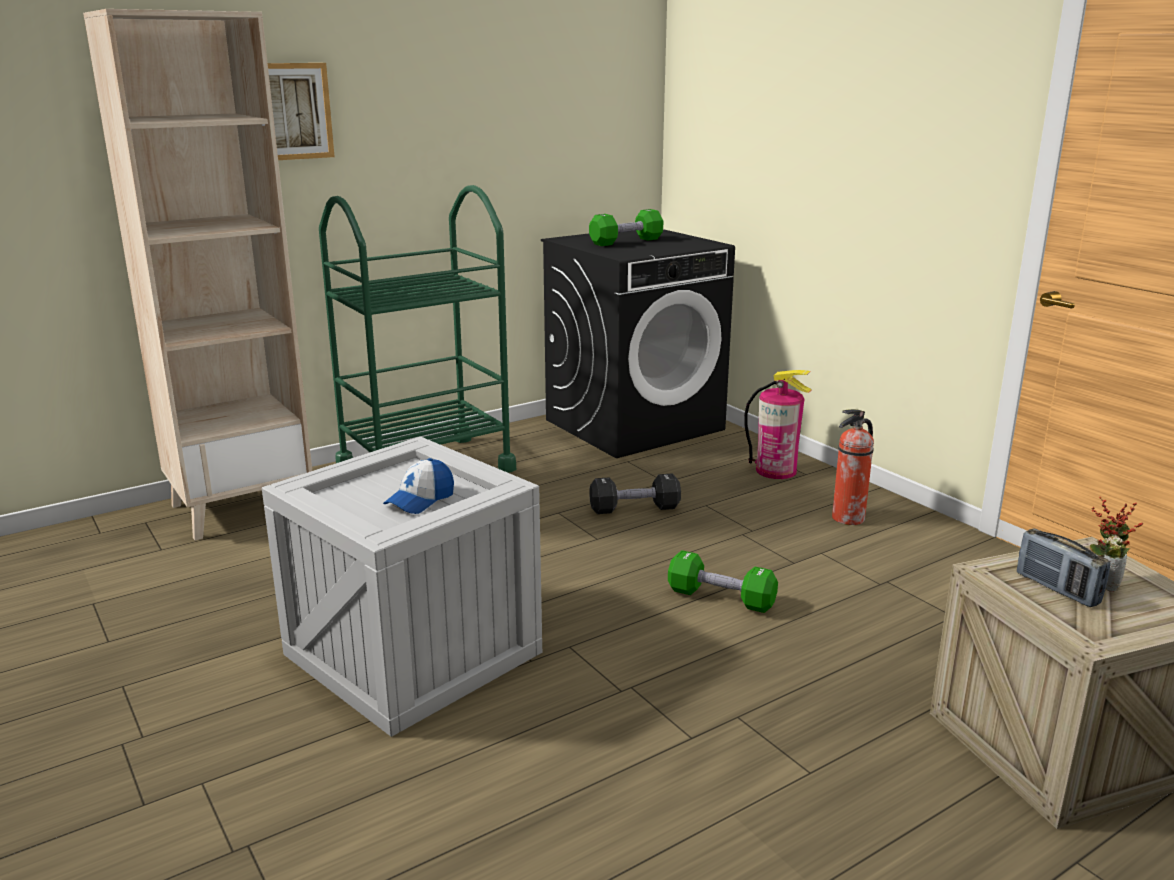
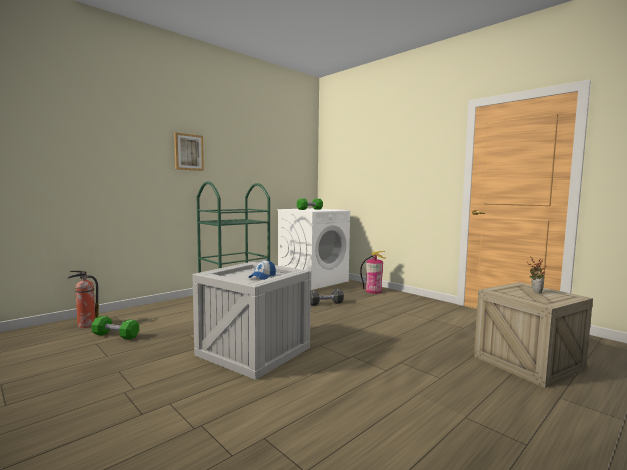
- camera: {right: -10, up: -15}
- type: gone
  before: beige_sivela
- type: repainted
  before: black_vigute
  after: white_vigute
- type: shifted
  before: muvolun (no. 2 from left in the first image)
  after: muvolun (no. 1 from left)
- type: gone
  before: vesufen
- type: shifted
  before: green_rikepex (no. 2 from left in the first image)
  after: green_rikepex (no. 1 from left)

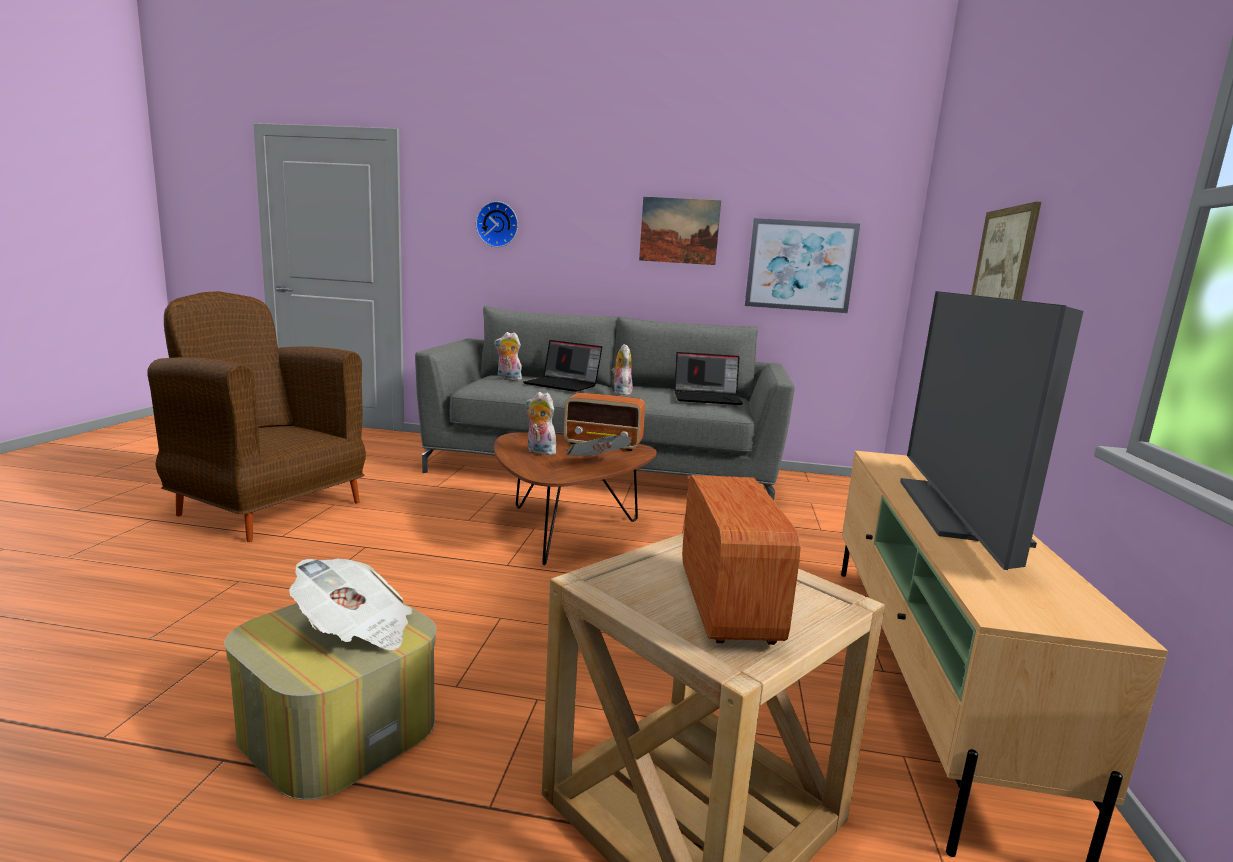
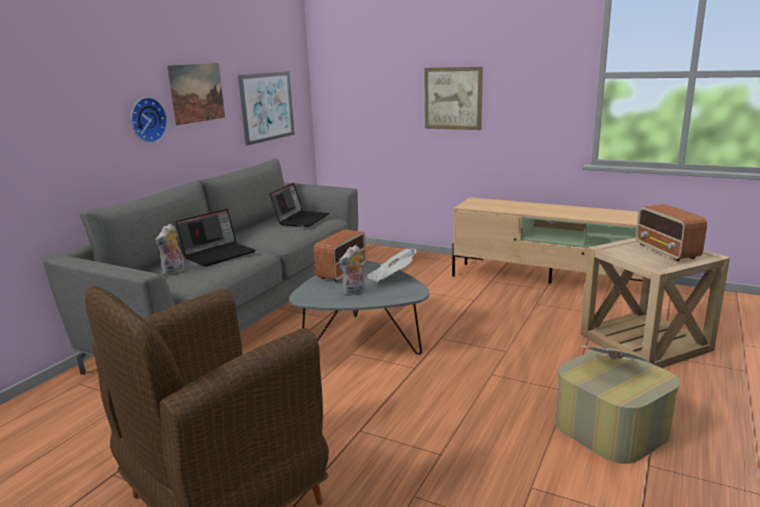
- camera: {right: -70, up: 5}
- type: shifted
  before: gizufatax
- type: gone
  before: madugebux
- type: gone
  before: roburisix (no. 3 from left)
- type: repainted
  before: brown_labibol
  after: grey_labibol
- type: rotated
  before: vesufen (no. 2 from left)
  turn: -120

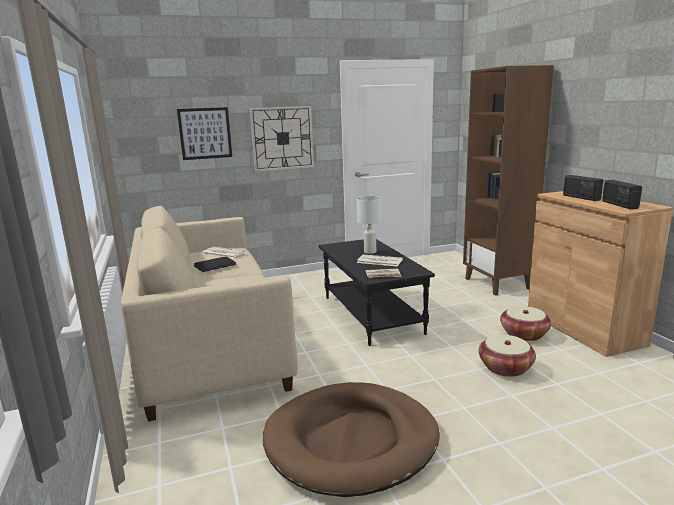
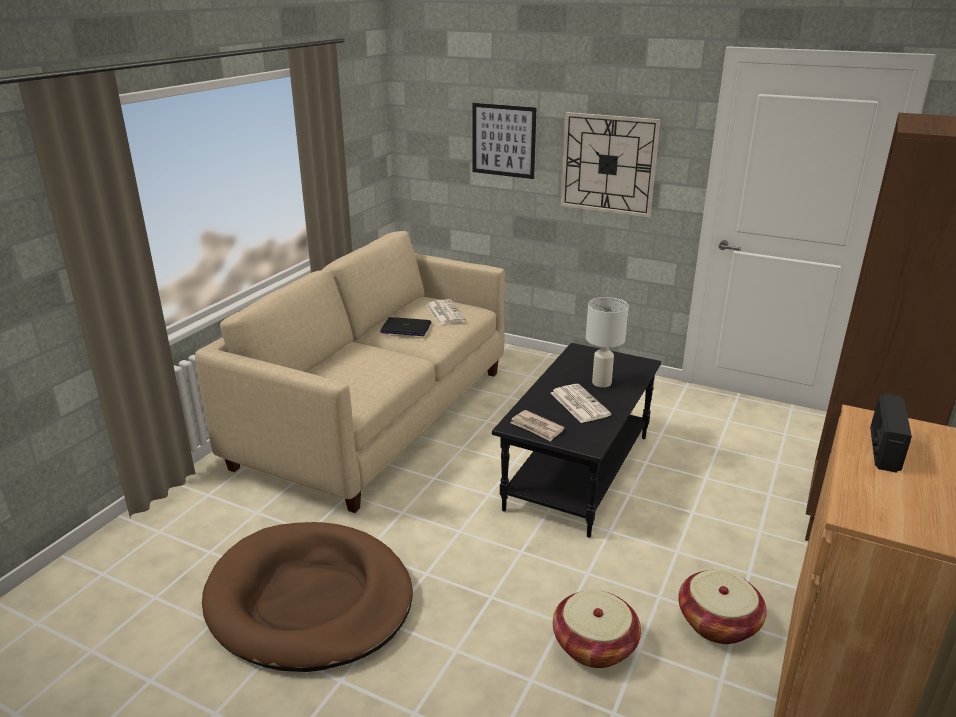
- camera: {right: 45, up: 10}
- type: gone
  before: vesufen (no. 2 from left)

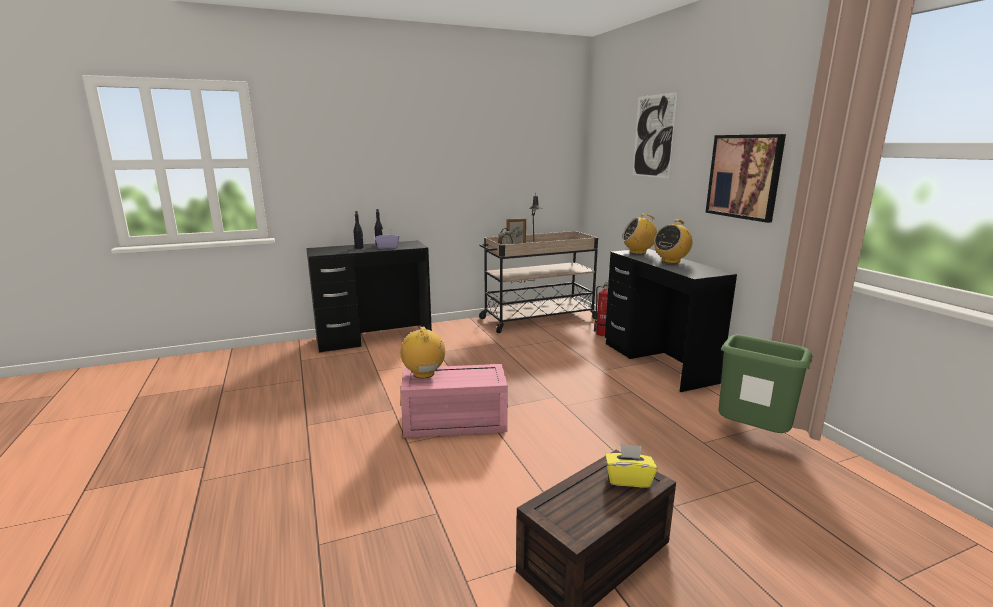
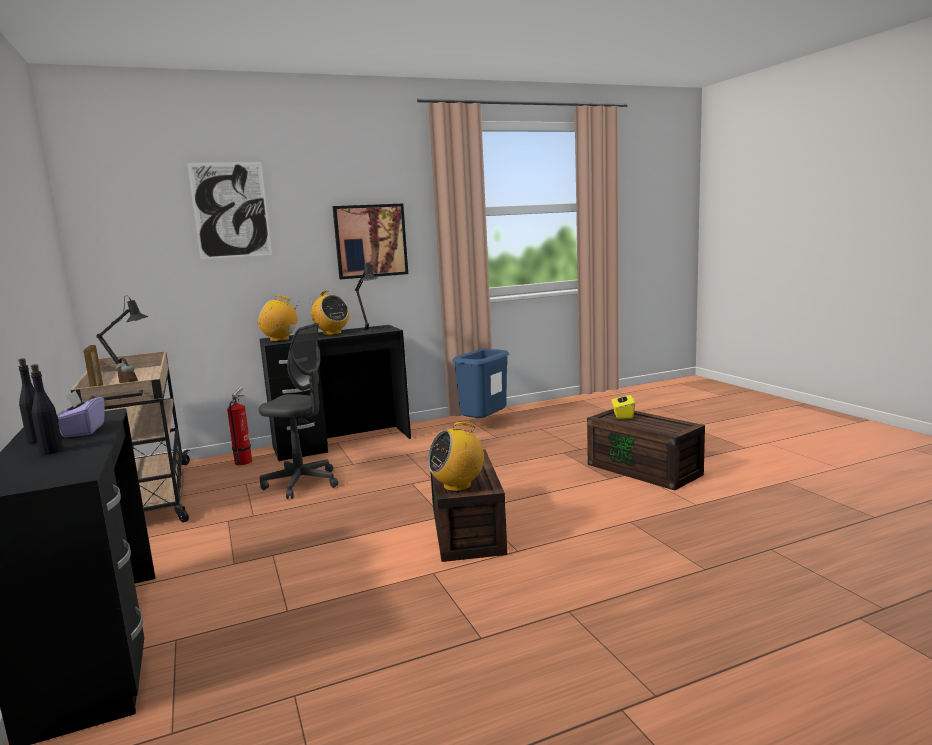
- camera: {right: -90, up: -5}
- type: rotated
  before: vesufen (no. 2 from left in the first image)
  turn: 105
- type: repainted
  before: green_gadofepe
  after: blue_gadofepe
- type: repainted
  before: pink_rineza
  after: brown_rineza (no. 1 from left)
- type: new
  after: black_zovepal (no. 2 from left)
- type: new
  after: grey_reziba

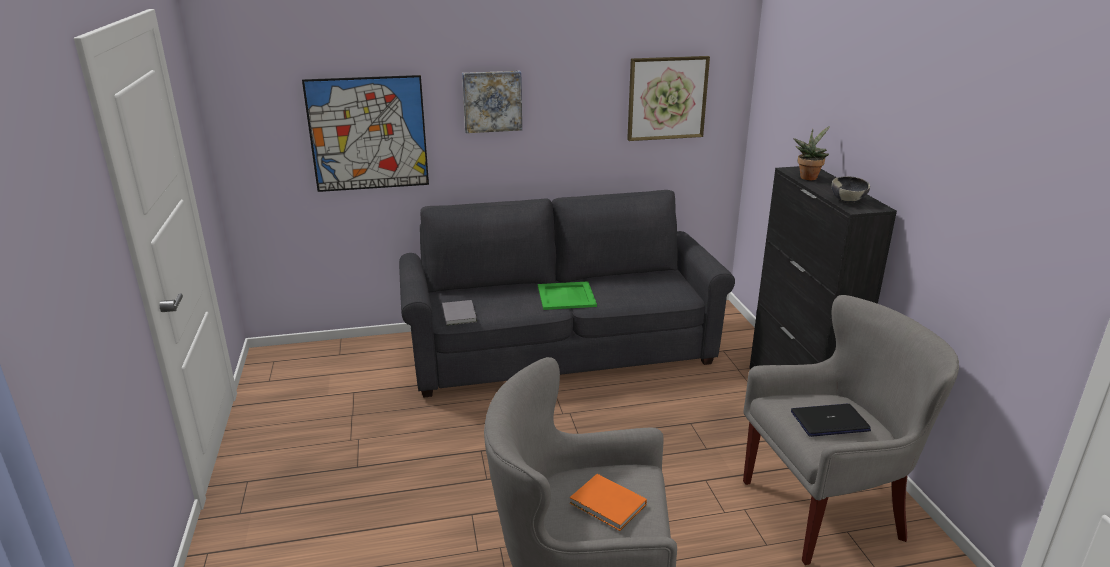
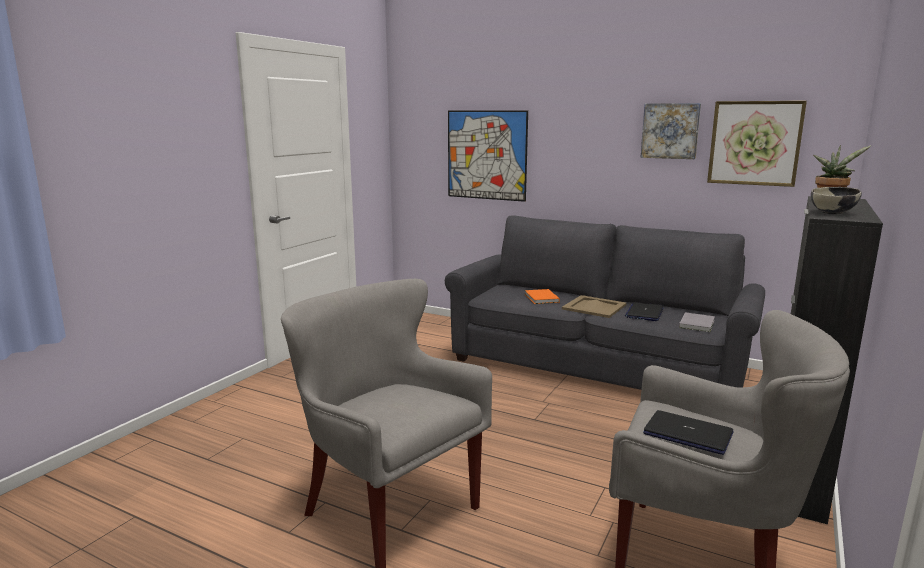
- camera: {right: 40, up: -10}
- type: shifted
  before: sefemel (no. 2 from left)
- type: repainted
  before: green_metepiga
  after: beige_metepiga
- type: shifted
  before: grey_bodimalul
- type: shifted
  before: orange_bodimalul
- type: new
  after: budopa (no. 1 from left)

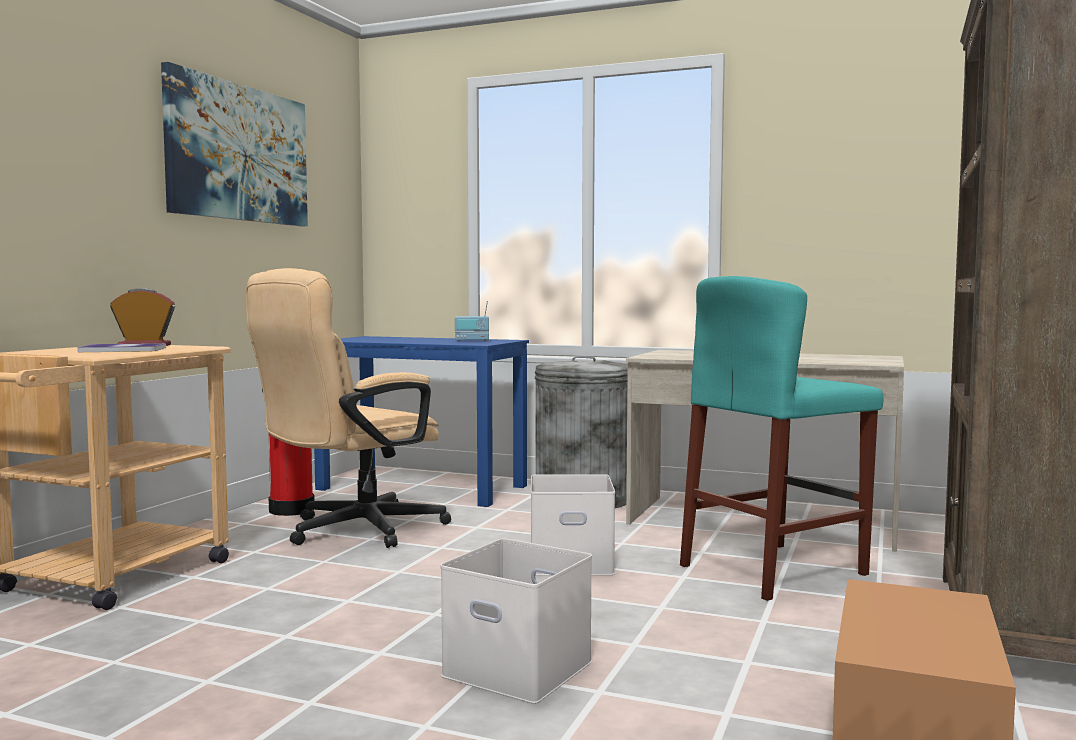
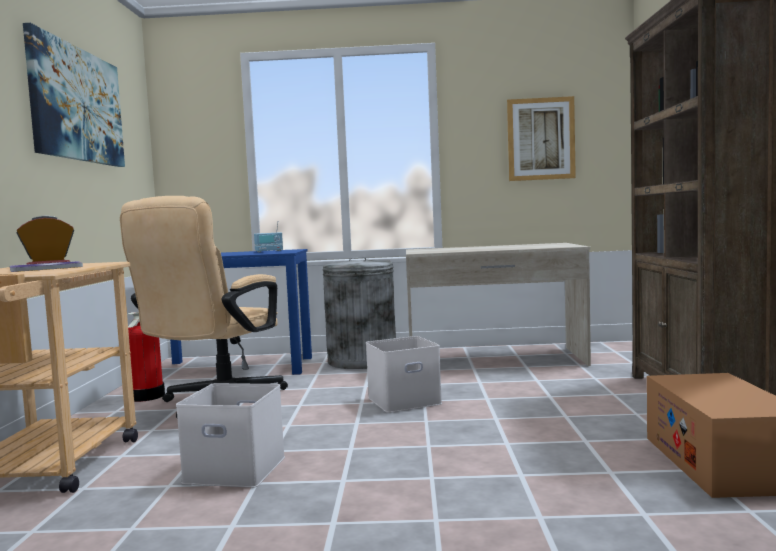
- camera: {right: -20, up: 0}
- type: gone
  before: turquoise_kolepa
- type: shifted
  before: white_rineza (no. 1 from left)
- type: new
  after: sefemel (no. 2 from left)

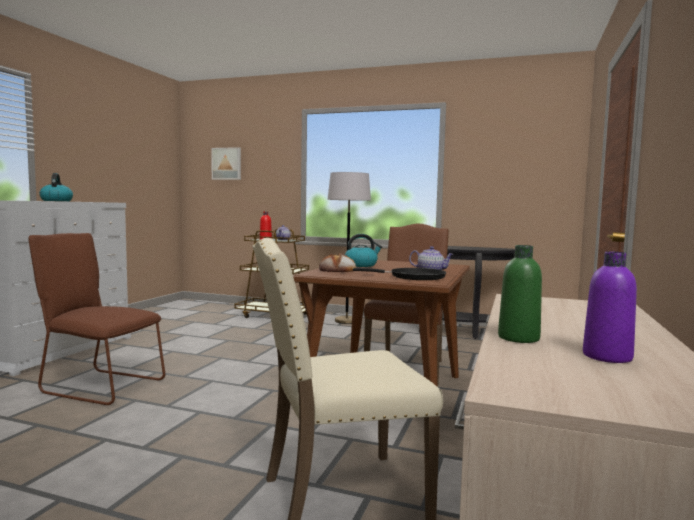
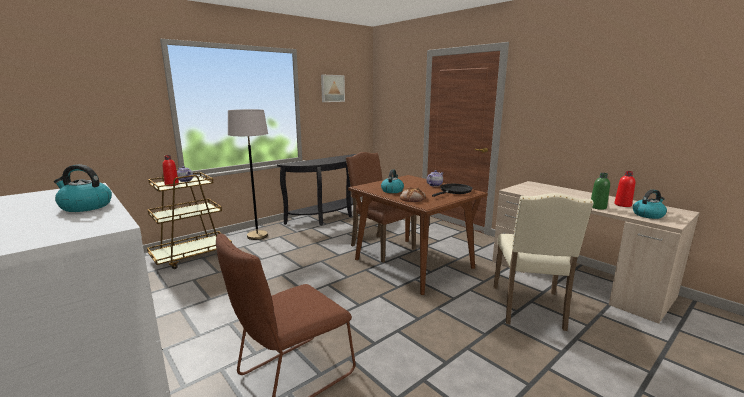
- camera: {right: -60, up: 10}
- type: shifted
  before: sefemel
- type: repainted
  before: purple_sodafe
  after: red_sodafe (no. 2 from left)
- type: new
  after: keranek (no. 3 from left)

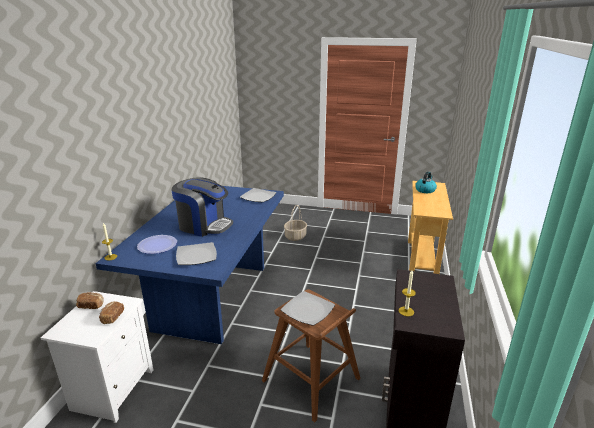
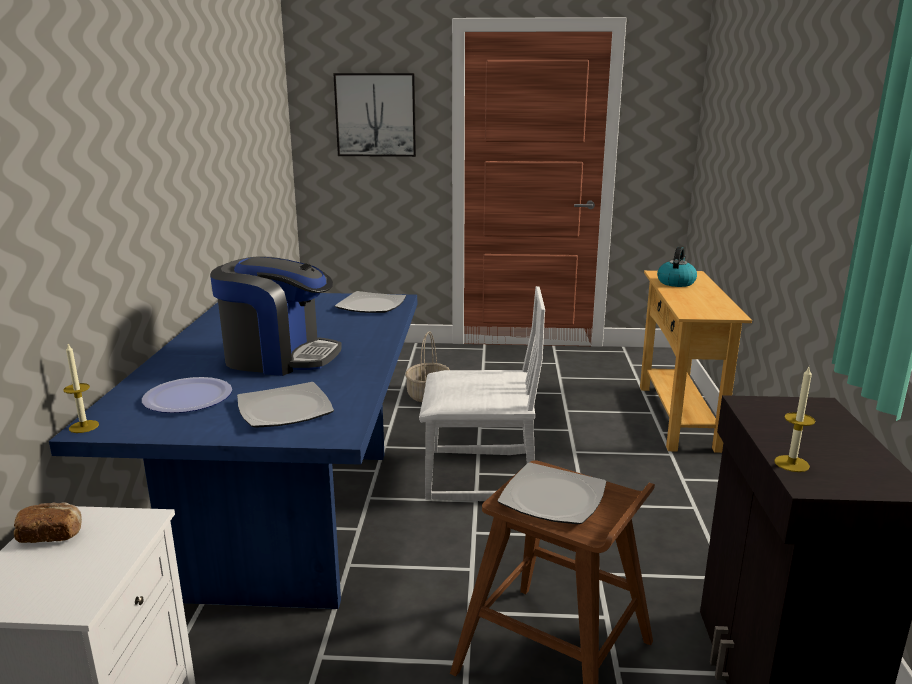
- camera: {right: -10, up: -5}
- type: gone
  before: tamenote (no. 2 from left)
- type: new
  after: sefemel
- type: new
  after: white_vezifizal

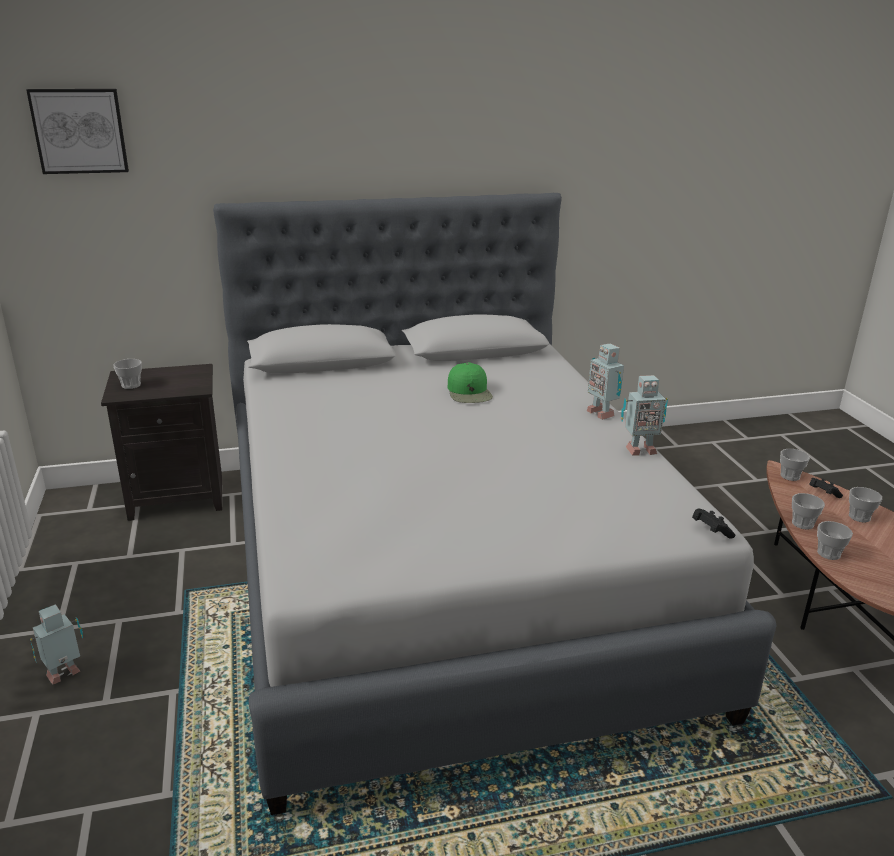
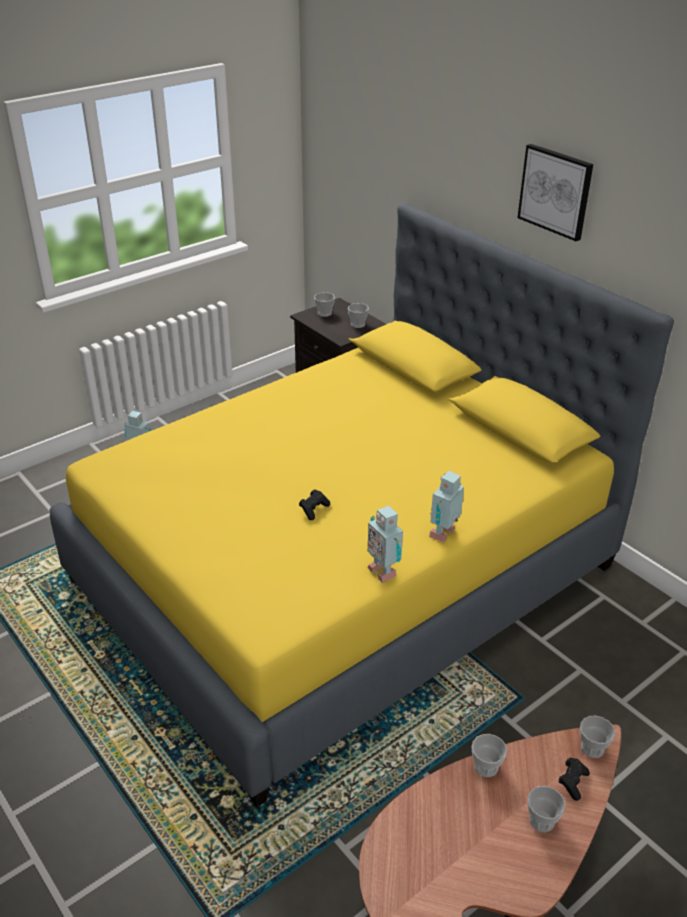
- camera: {right: 65, up: 10}
- type: shifted
  before: sefemel
- type: repainted
  before: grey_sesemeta
  after: yellow_sesemeta
- type: gone
  before: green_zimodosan
- type: shifted
  before: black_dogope (no. 1 from left)
- type: shifted
  before: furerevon (no. 4 from left in the first image)
  after: furerevon (no. 2 from left)

